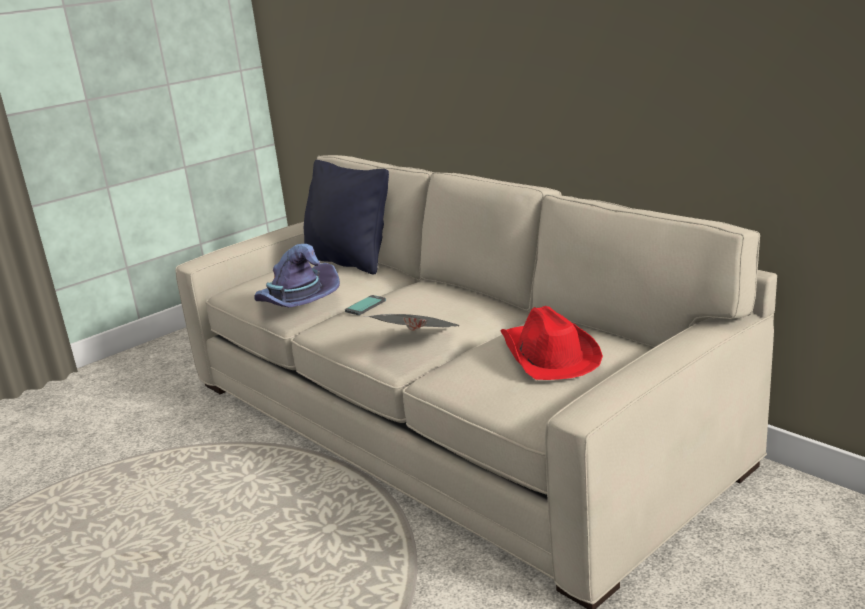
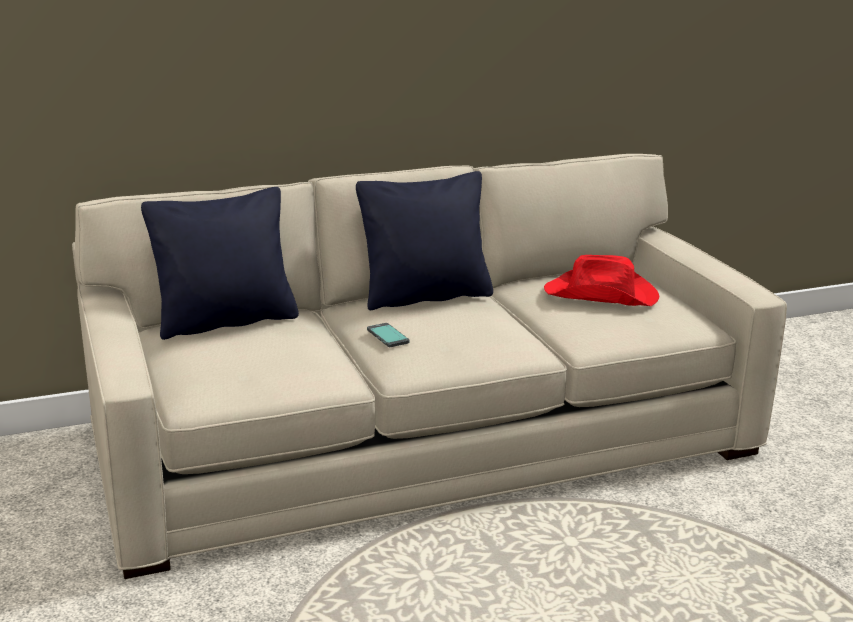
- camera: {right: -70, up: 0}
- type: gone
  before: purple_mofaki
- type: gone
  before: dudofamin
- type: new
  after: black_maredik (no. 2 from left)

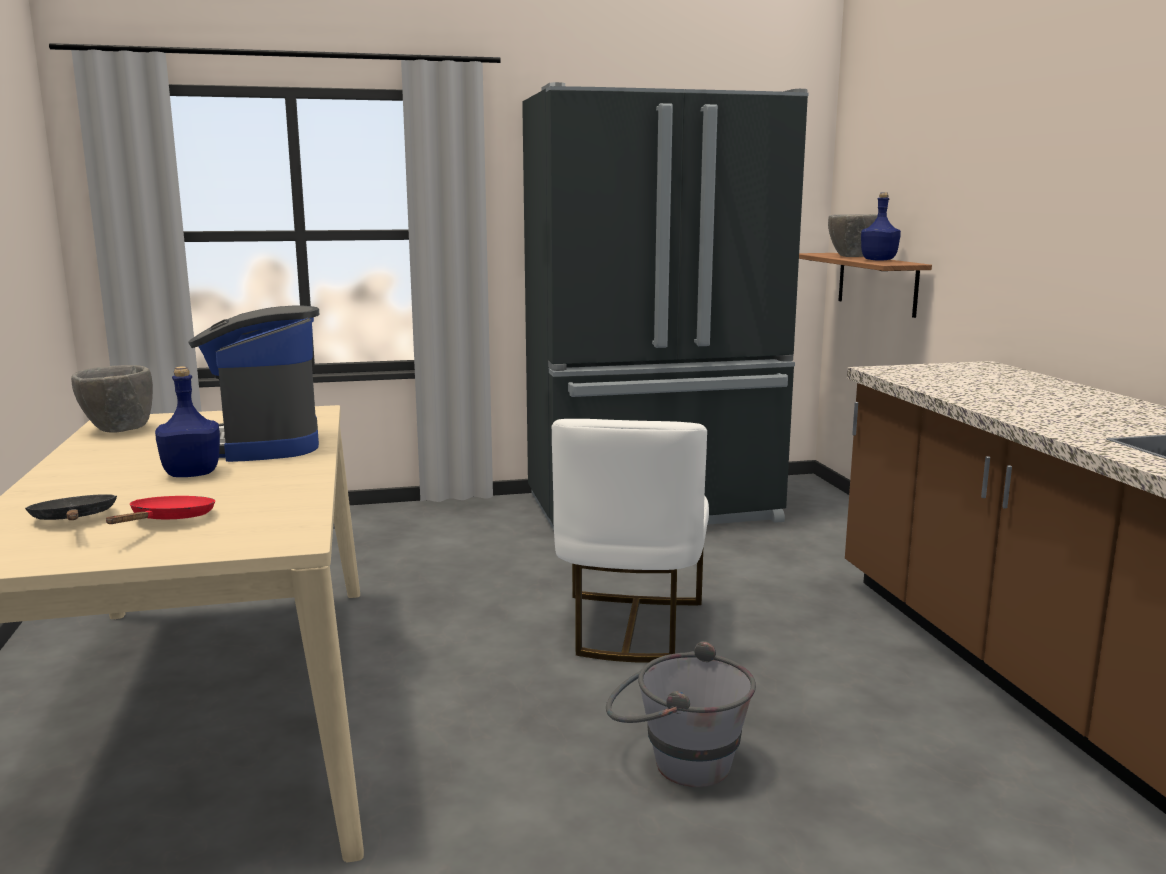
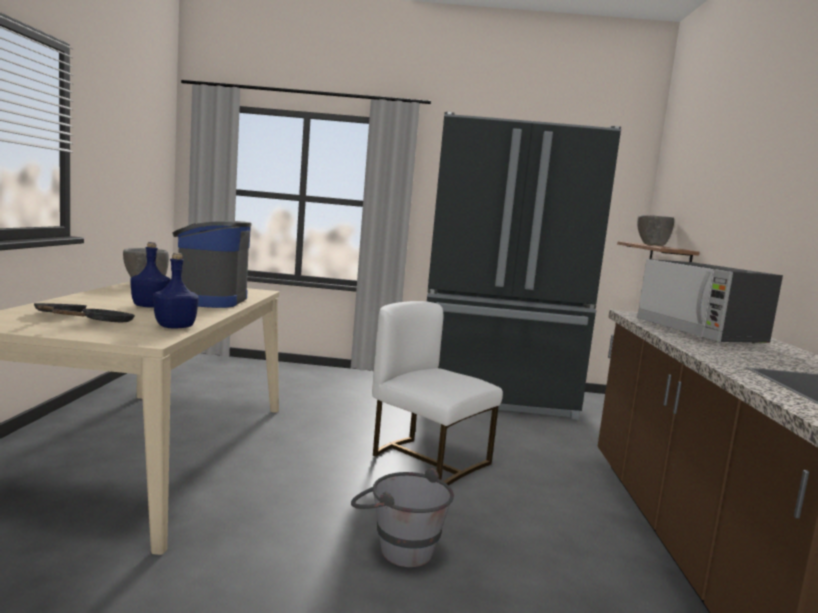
- camera: {right: 15, up: -5}
- type: shifted
  before: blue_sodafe (no. 2 from left)
- type: rotated
  before: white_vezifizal
  turn: 105
- type: repainted
  before: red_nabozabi
  after: black_nabozabi (no. 2 from left)
- type: new
  after: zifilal

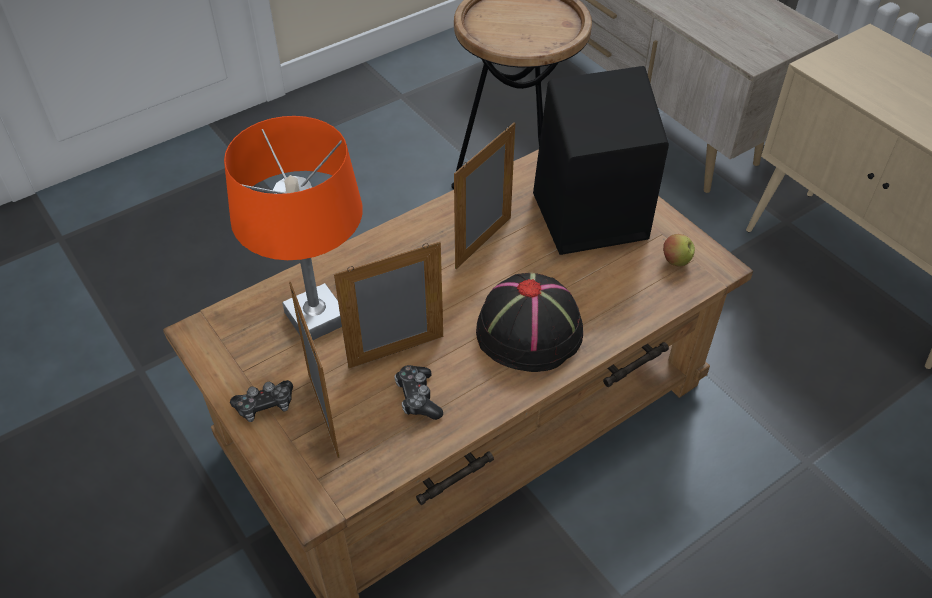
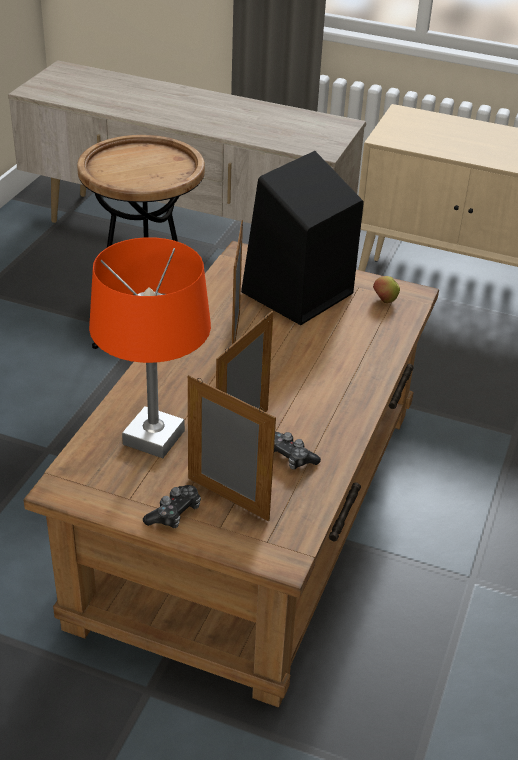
- camera: {right: -35, up: -10}
- type: gone
  before: black_mofaki

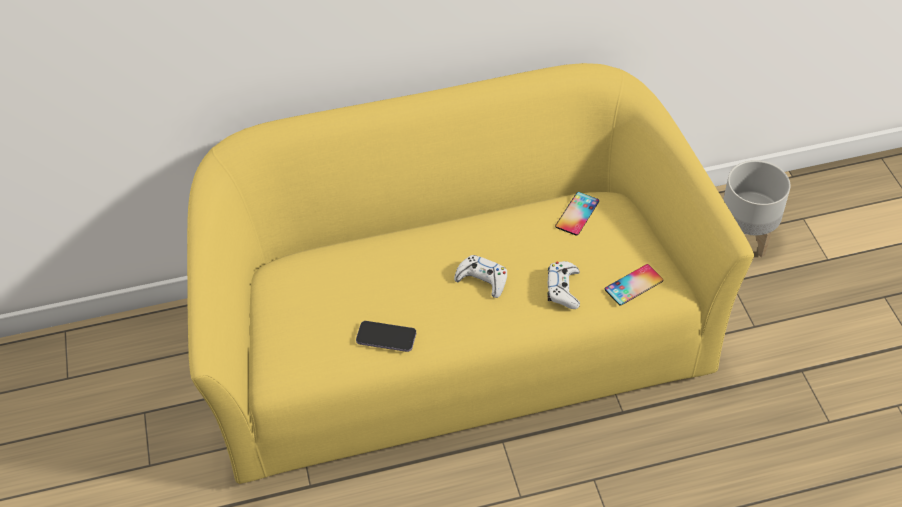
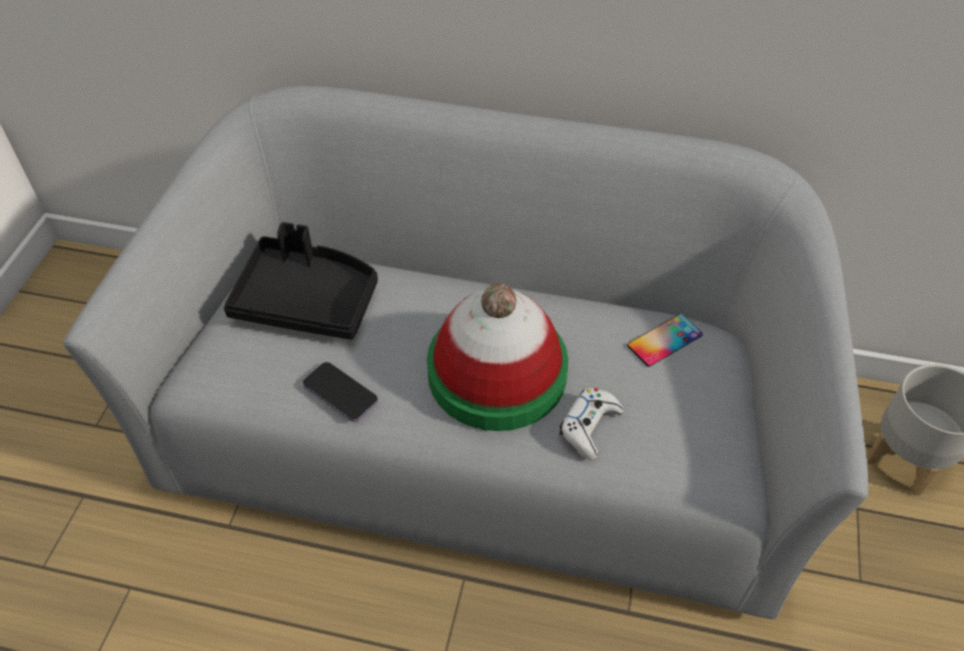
- camera: {right: 25, up: 0}
- type: repainted
  before: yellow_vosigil
  after: grey_vosigil
- type: swapped
  before: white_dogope (no. 1 from left)
  after: mofaki
- type: gone
  before: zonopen (no. 3 from left)
- type: new
  after: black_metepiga

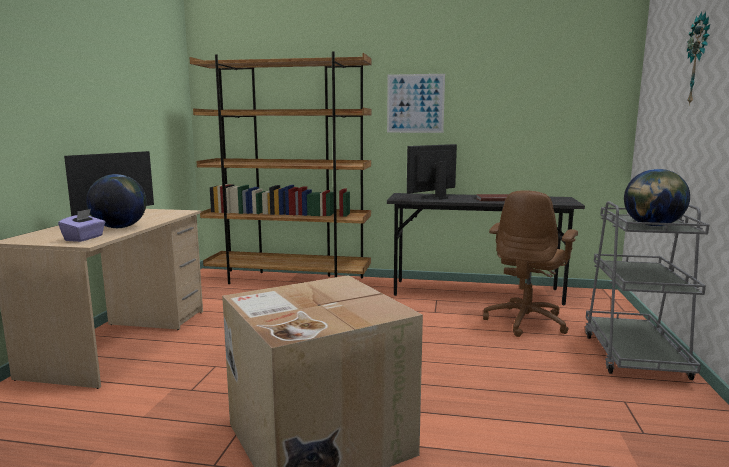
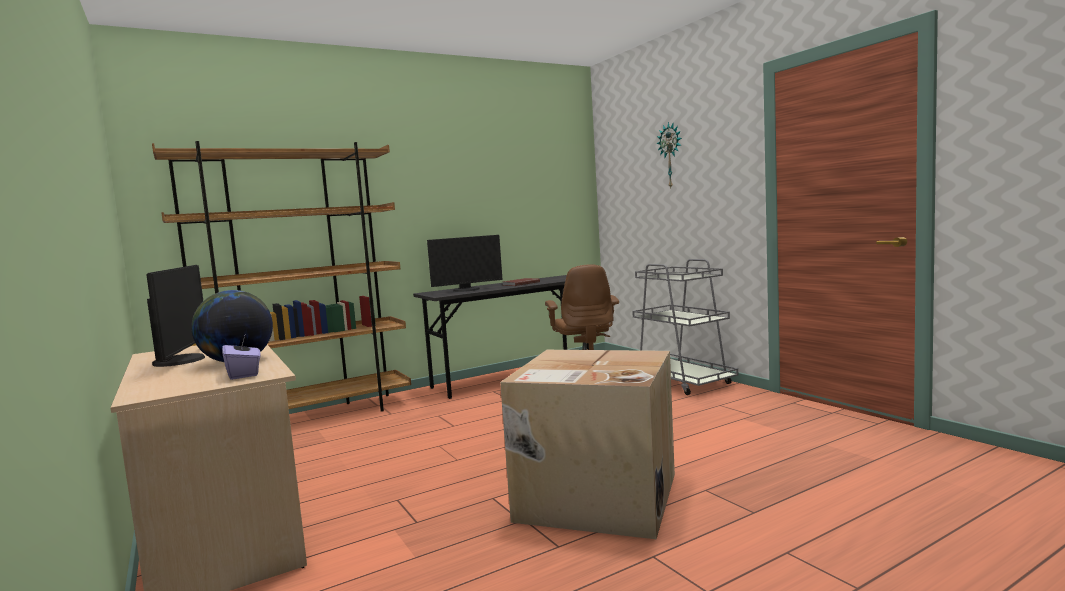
- camera: {right: -40, up: -5}
- type: gone
  before: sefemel
- type: rotated
  before: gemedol (no. 2 from left)
  turn: -120
- type: gone
  before: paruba (no. 2 from left)

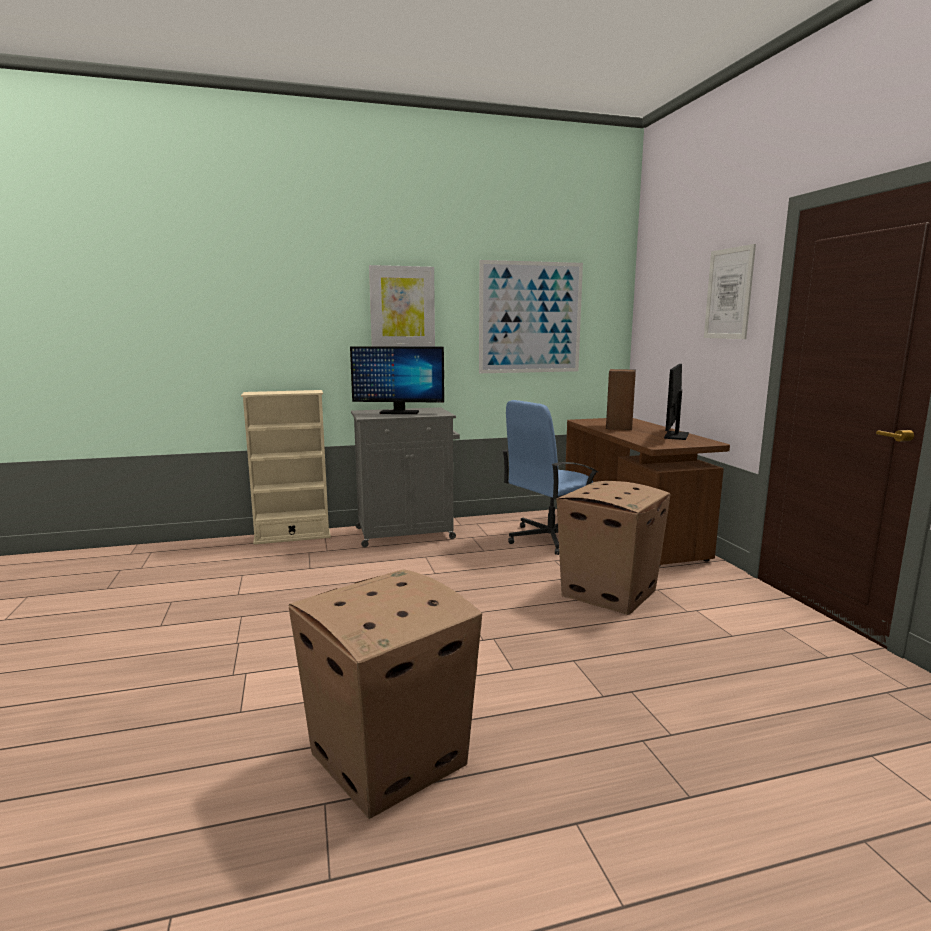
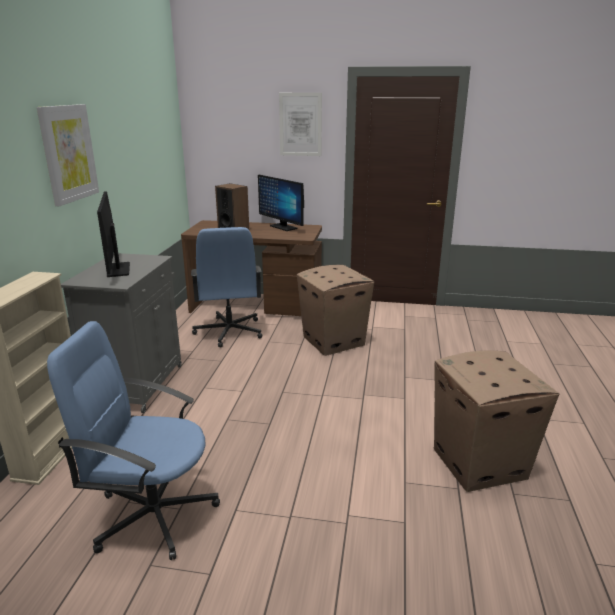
- camera: {right: -65, up: 10}
- type: gone
  before: sefemel (no. 2 from left)
- type: rotated
  before: gemedol (no. 1 from left)
  turn: 135
- type: new
  after: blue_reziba (no. 1 from left)

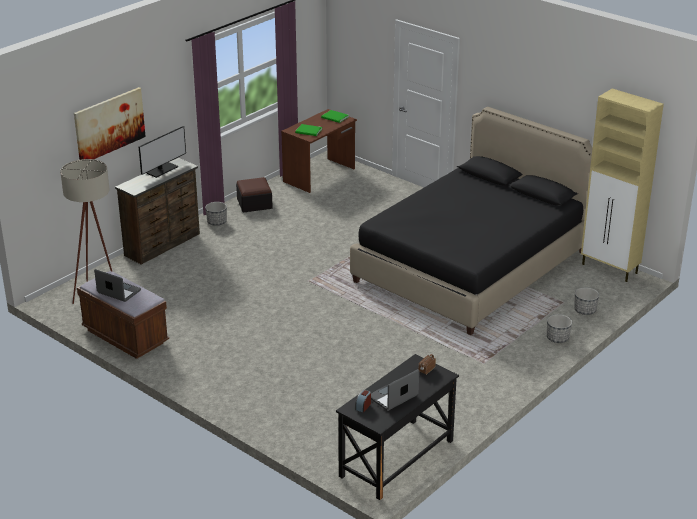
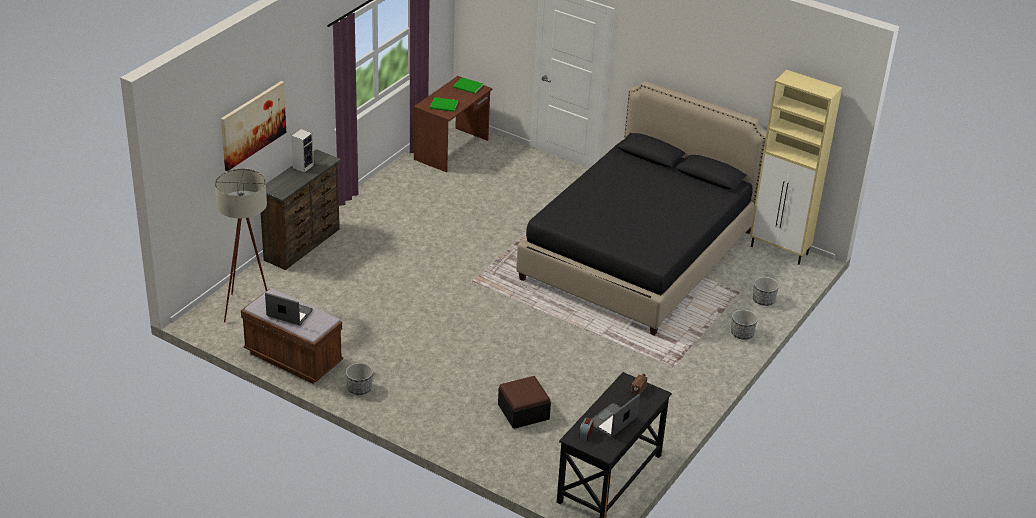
- camera: {right: -10, up: 5}
- type: swapped
  before: gemedol
  after: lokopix
- type: shifted
  before: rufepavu
- type: shifted
  before: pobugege (no. 1 from left)

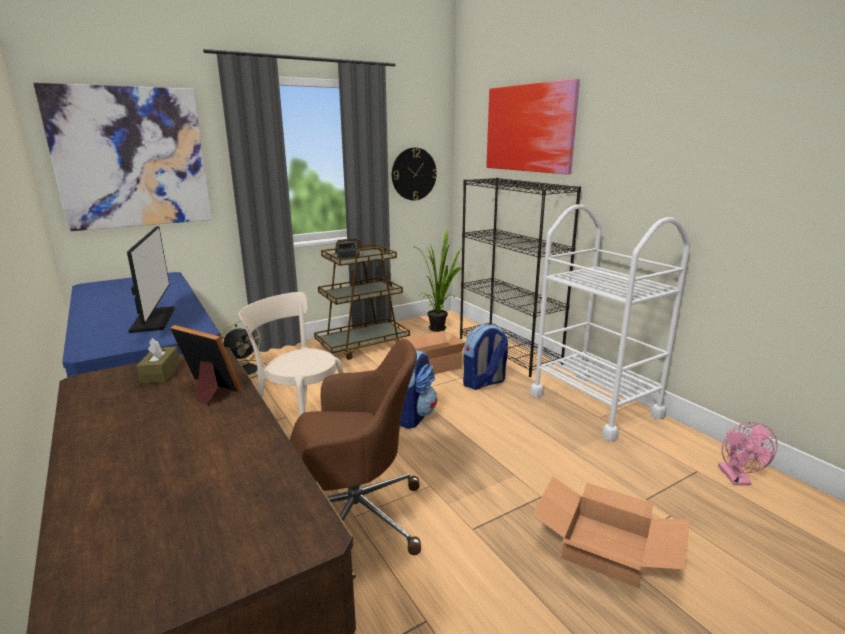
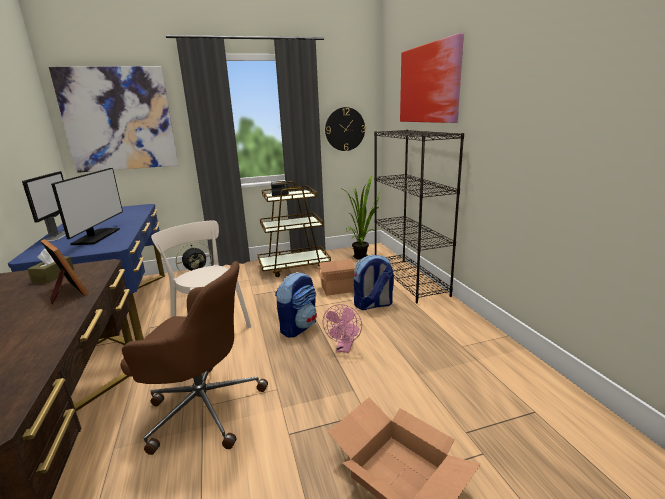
- camera: {right: 15, up: 0}
- type: gone
  before: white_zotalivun
- type: shifted
  before: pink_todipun
- type: new
  after: gemedol (no. 1 from left)

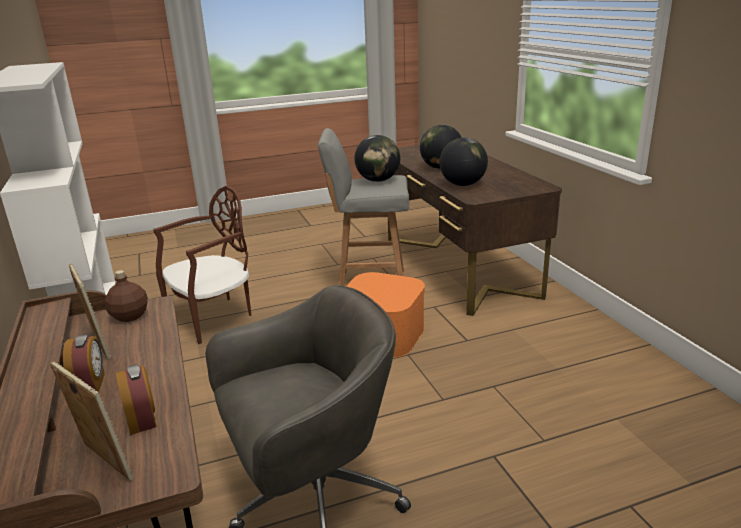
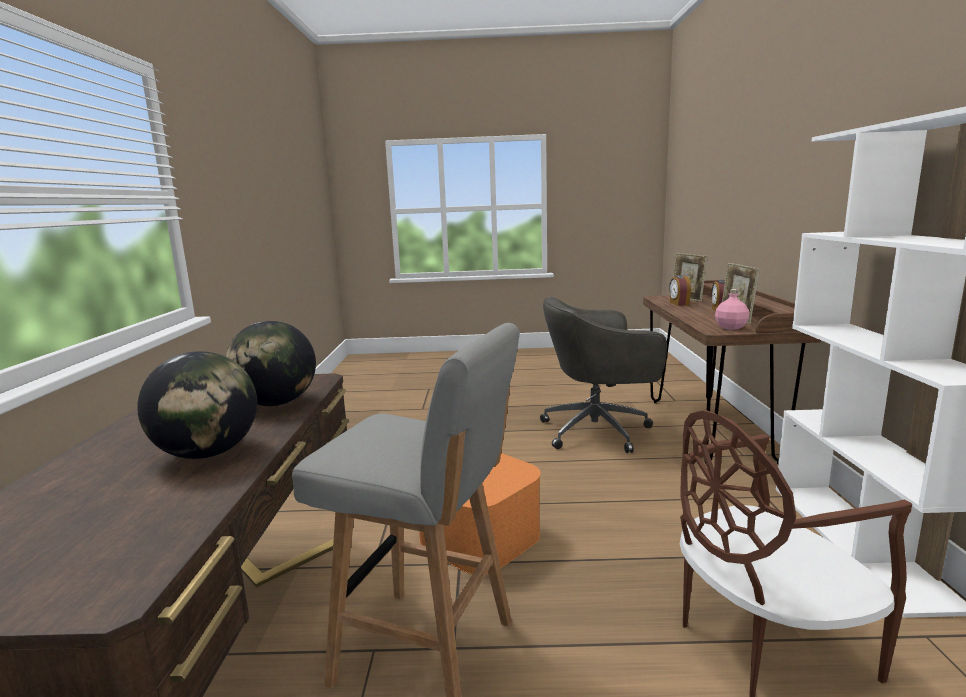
- camera: {right: -160, up: -10}
- type: gone
  before: paruba (no. 1 from left)
- type: repainted
  before: brown_sodafe
  after: pink_sodafe

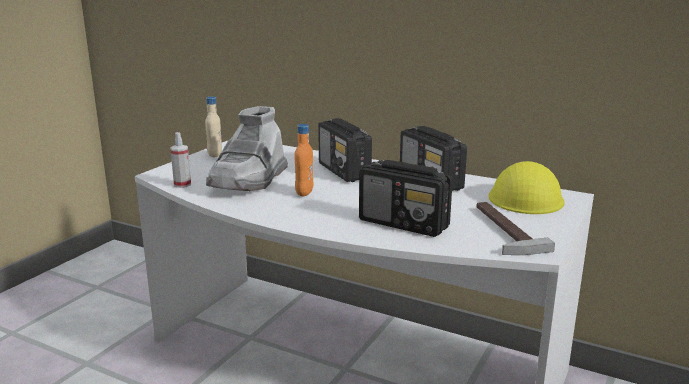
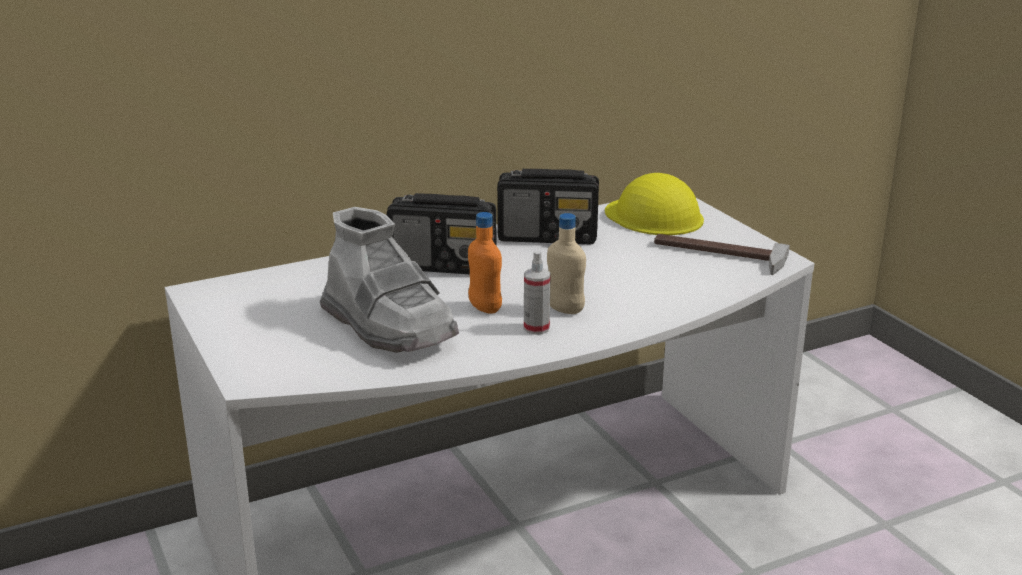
- camera: {right: -55, up: 5}
- type: shifted
  before: beige_sodafe
- type: shifted
  before: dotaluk
- type: gone
  before: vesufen (no. 2 from left)

